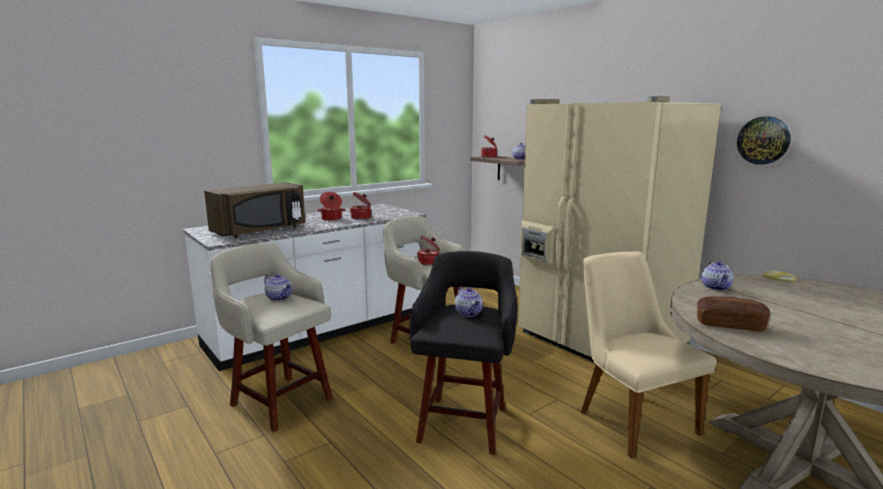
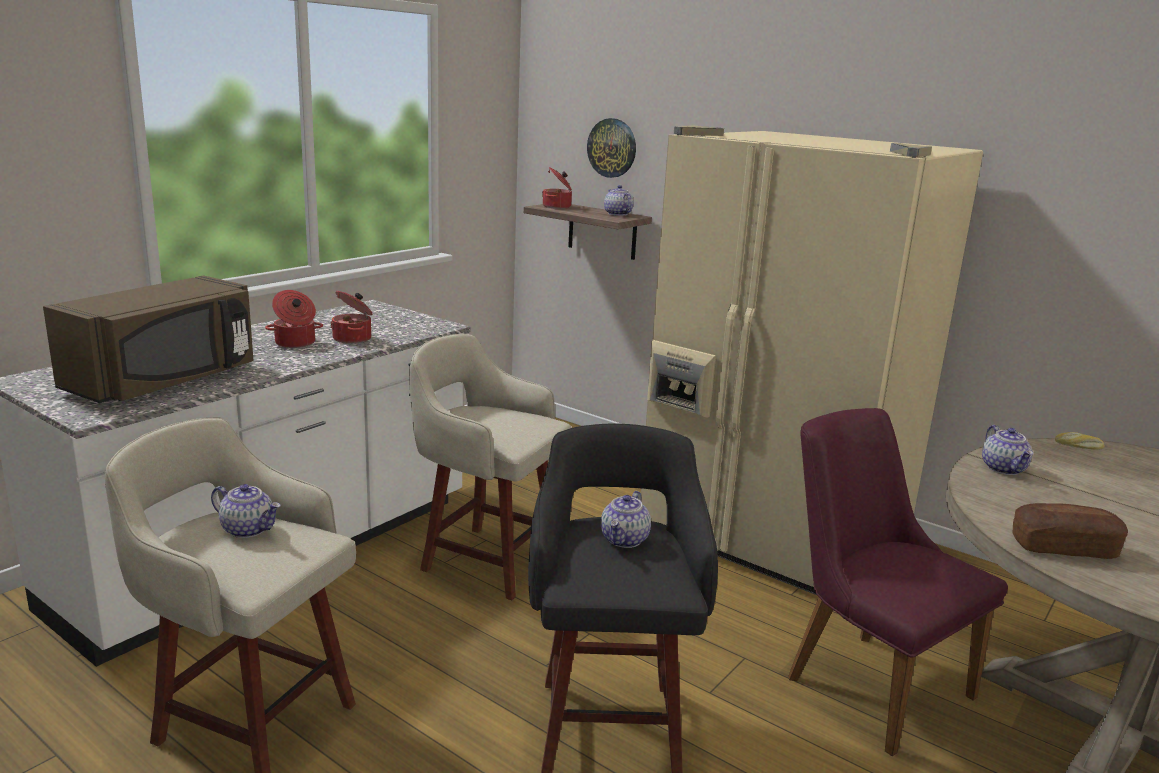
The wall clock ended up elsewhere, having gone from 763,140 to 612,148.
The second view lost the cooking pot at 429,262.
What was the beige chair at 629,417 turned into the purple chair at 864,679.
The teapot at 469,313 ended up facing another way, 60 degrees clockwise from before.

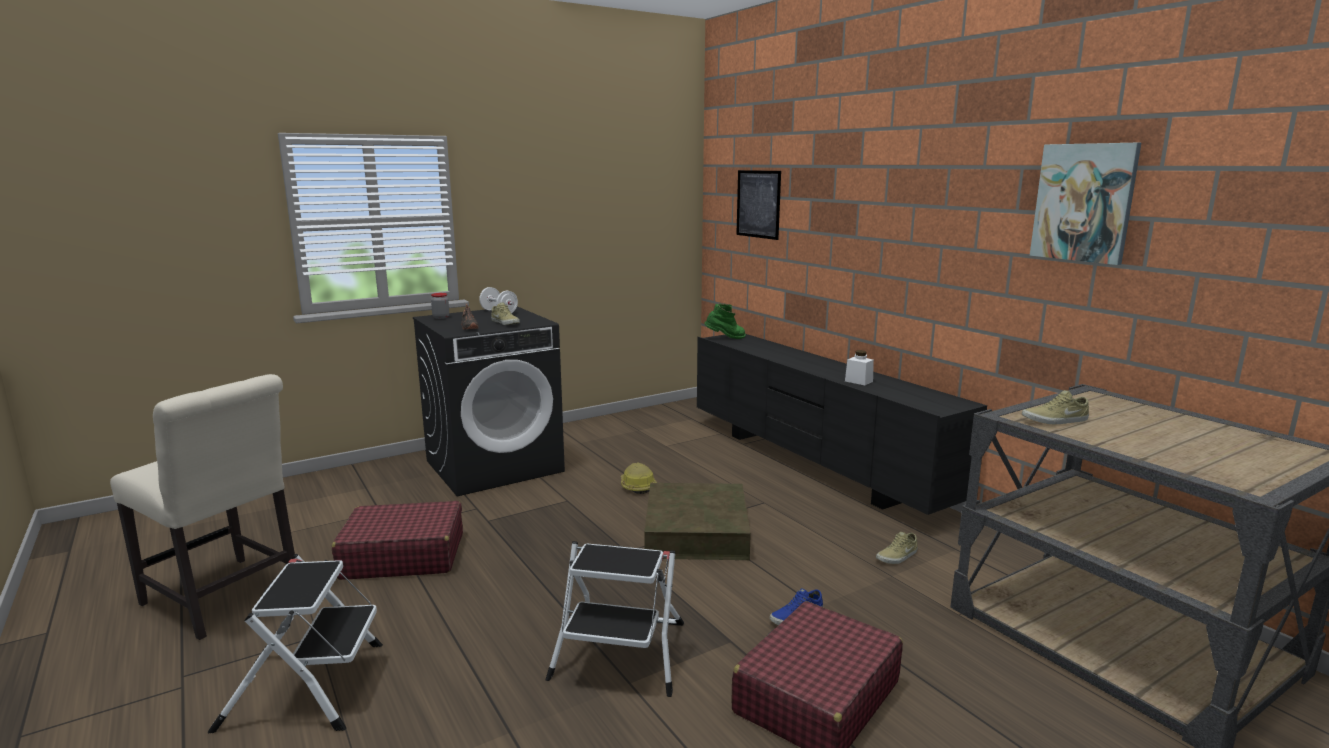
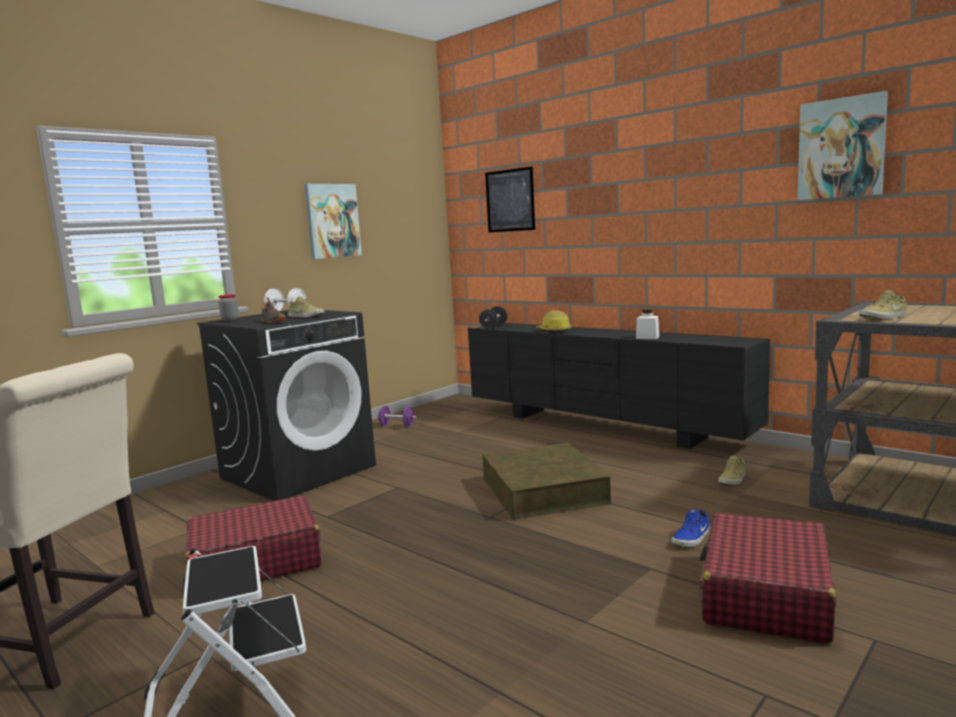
Where the green boot stood at 725,338, the black dumbbell came to stand at 493,327.
The hard hat ended up elsewhere, having gone from 637,486 to 554,331.
The second view lost the step ladder at 621,652.
The second view gained the picture at 332,221.
The second view gained the purple dumbbell at 397,426.

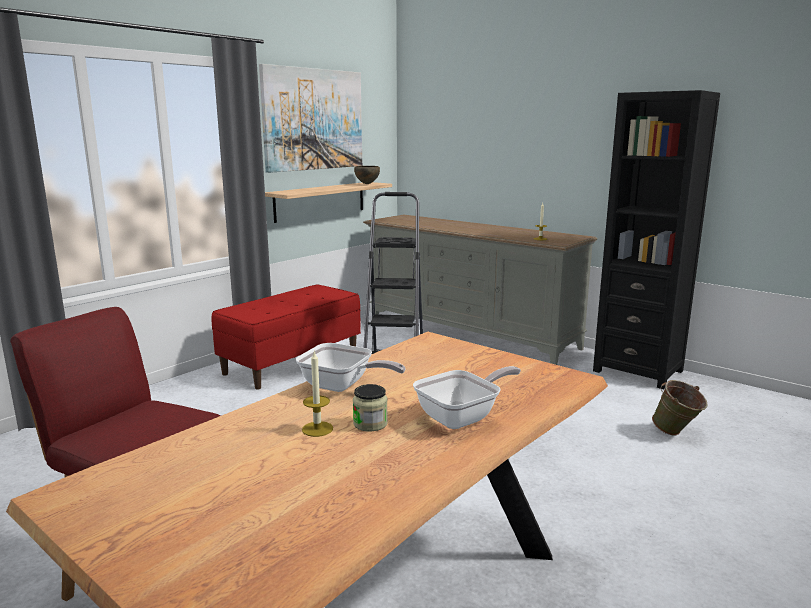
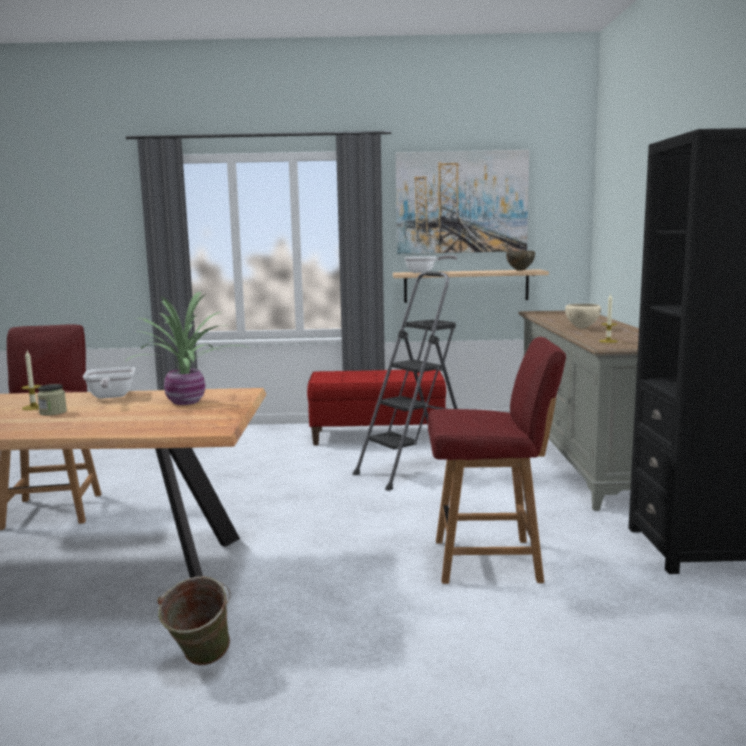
The frying pan ended up elsewhere, having gone from 463,417 to 424,272.
The green bucket ended up elsewhere, having gone from 676,433 to 199,663.
The second view gained the potted plant at 188,402.
The second view gained the beige bowl at 581,328.
The second view gained the red chair at 490,560.

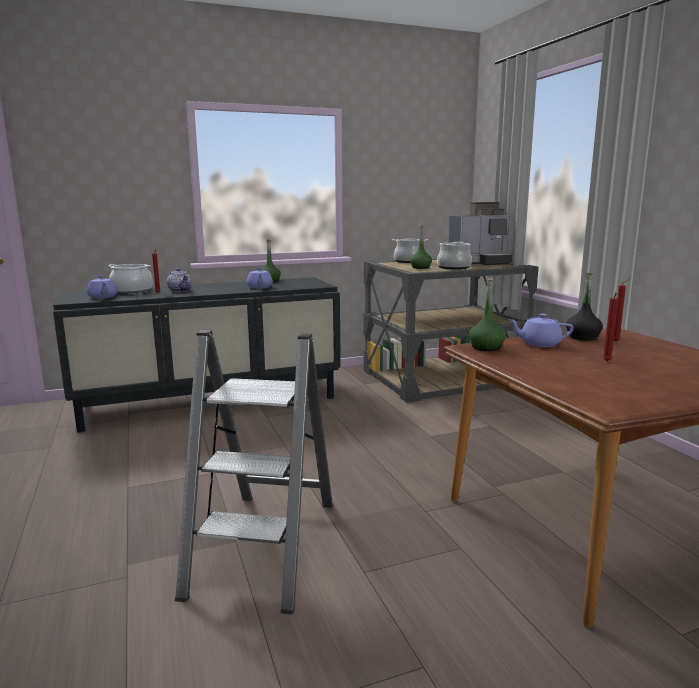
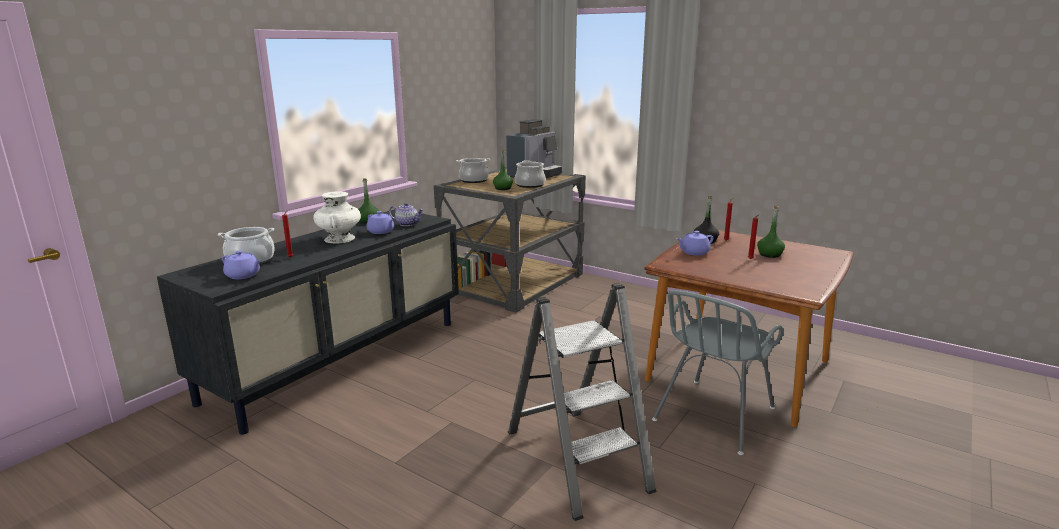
The teapot ended up elsewhere, having gone from 180,291 to 407,224.
The green bottle ended up elsewhere, having gone from 486,347 to 769,254.
The second view gained the white vase at 339,239.
The second view gained the grey chair at 713,416.

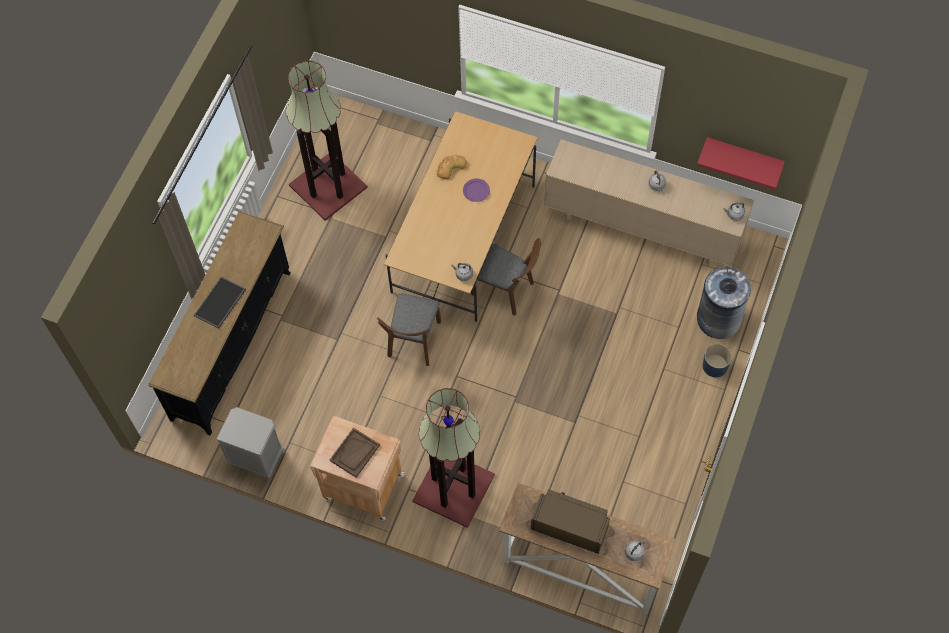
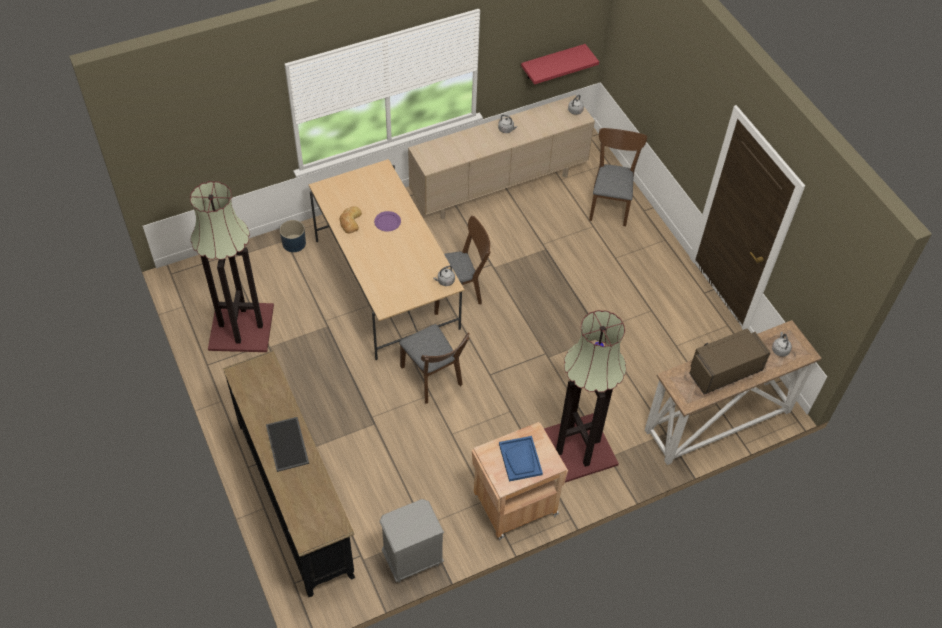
Where the grey trash can stood at 718,319, the brown chair came to stand at 610,203.
The blue planter ended up elsewhere, having gone from 715,366 to 294,243.
What was the brown tray at 355,453 turned into the blue tray at 520,459.

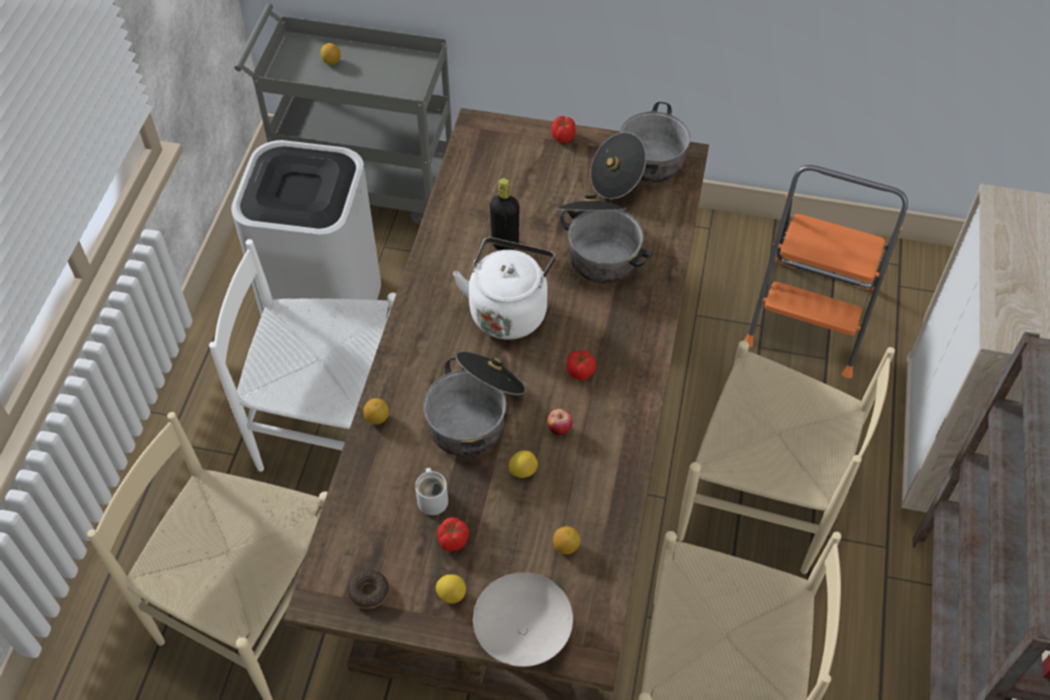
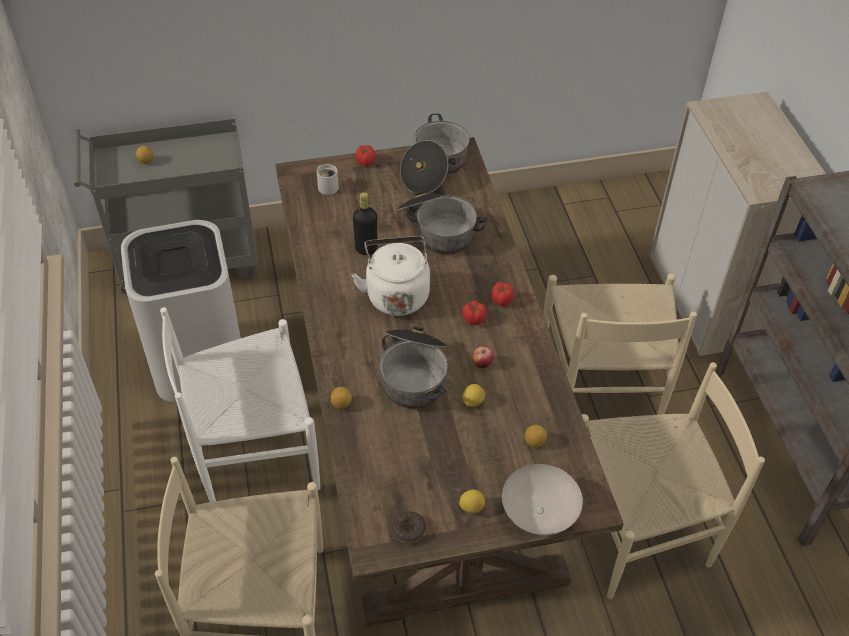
The second view lost the orange step ladder at 814,312.
The beige chair at 762,500 ended up facing another way, 90 degrees clockwise from before.
The white mug ended up elsewhere, having gone from 433,498 to 327,186.
The tomato ended up elsewhere, having gone from 452,541 to 502,300.

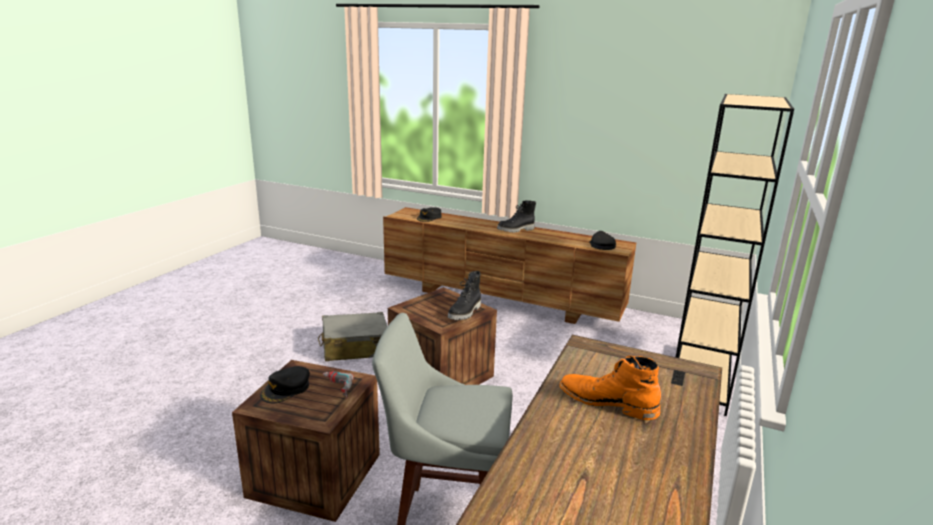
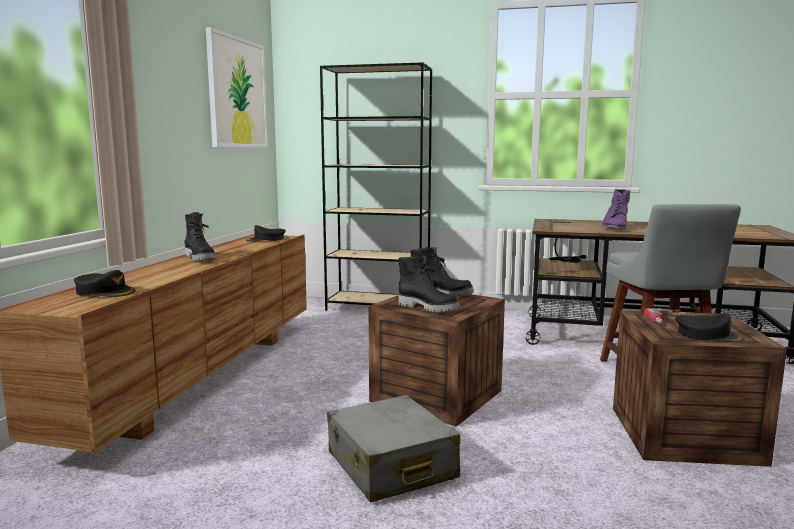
What was the orange boot at 607,401 turned into the purple boot at 615,227.
The second view gained the picture at 237,93.
The second view gained the black boot at 429,308.

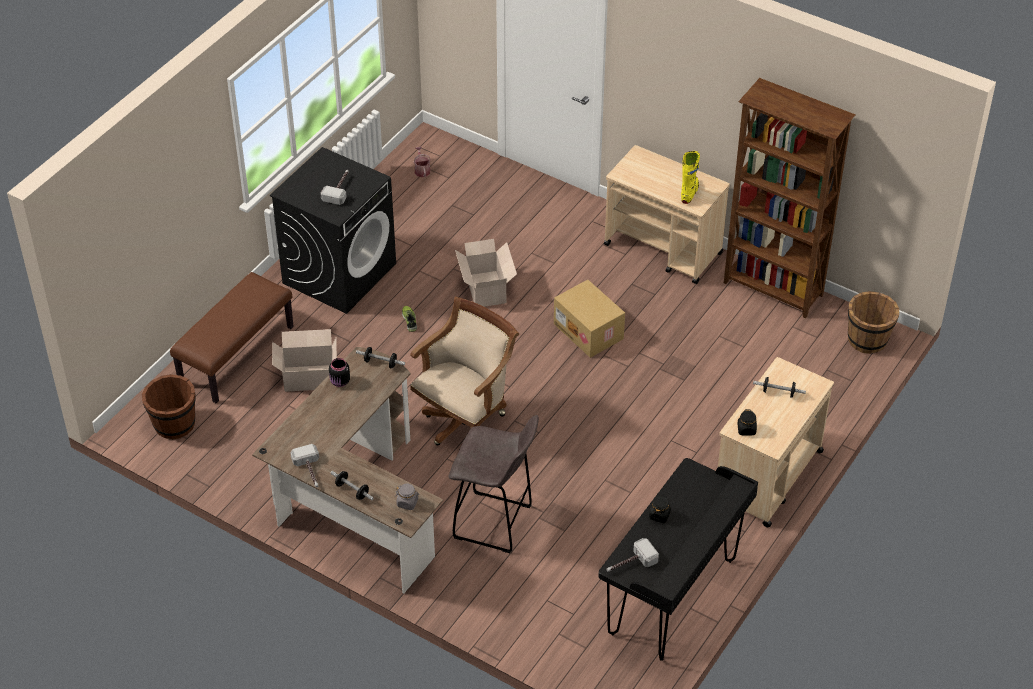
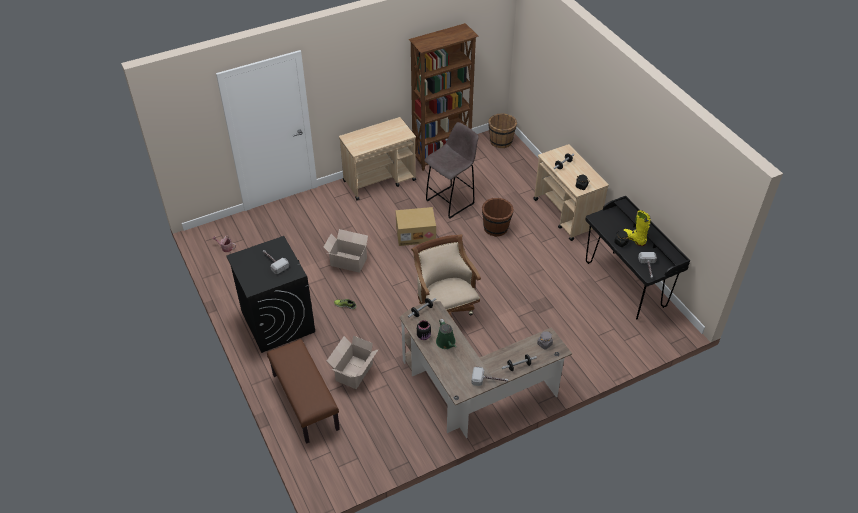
The yellow boot ended up elsewhere, having gone from 689,193 to 634,239.
The brown bucket ended up elsewhere, having gone from 174,424 to 496,228.
The grey stool ended up elsewhere, having gone from 495,523 to 451,201.
The second view gained the green watering can at 446,343.

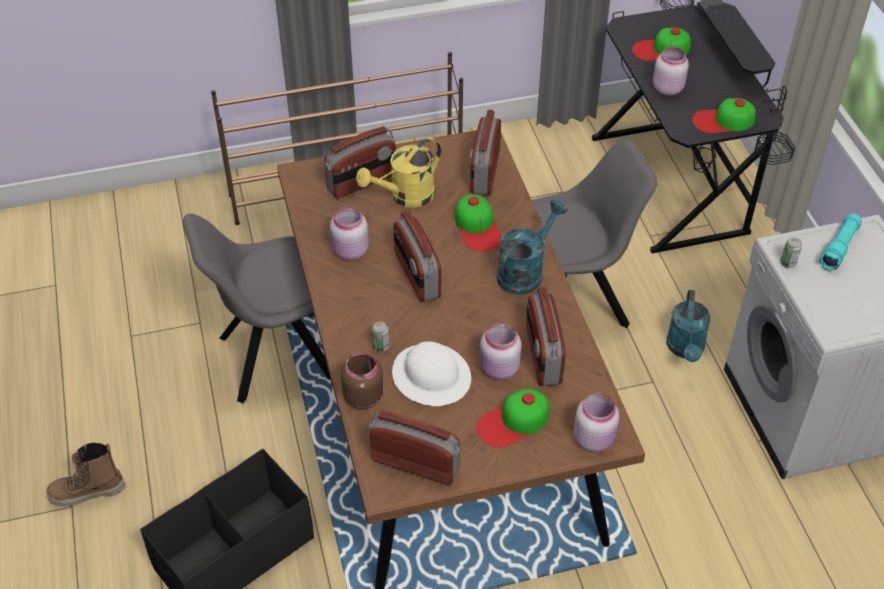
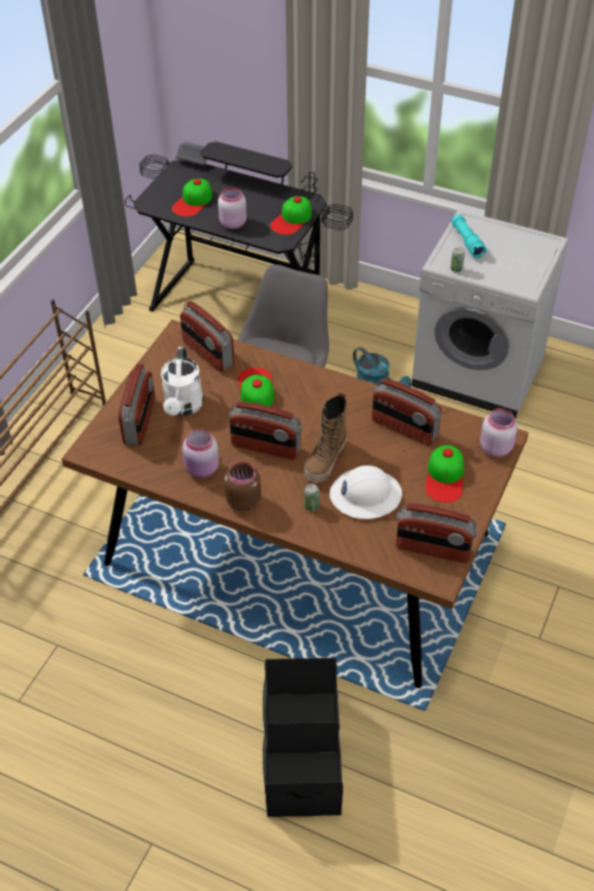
What was the yellow watering can at 405,197 turned into the white watering can at 183,407.
The cap at 477,227 ended up facing another way, 120 degrees counterclockwise from before.
The second view lost the turquoise watering can at 525,271.
The second view lost the grey chair at 276,357.
The second view lost the pink jar at 498,369.
The brown jar ended up elsewhere, having gone from 364,397 to 243,501.
The radio at 415,464 ended up facing another way, 135 degrees counterclockwise from before.
The boot ended up elsewhere, having gone from 87,493 to 326,461.

